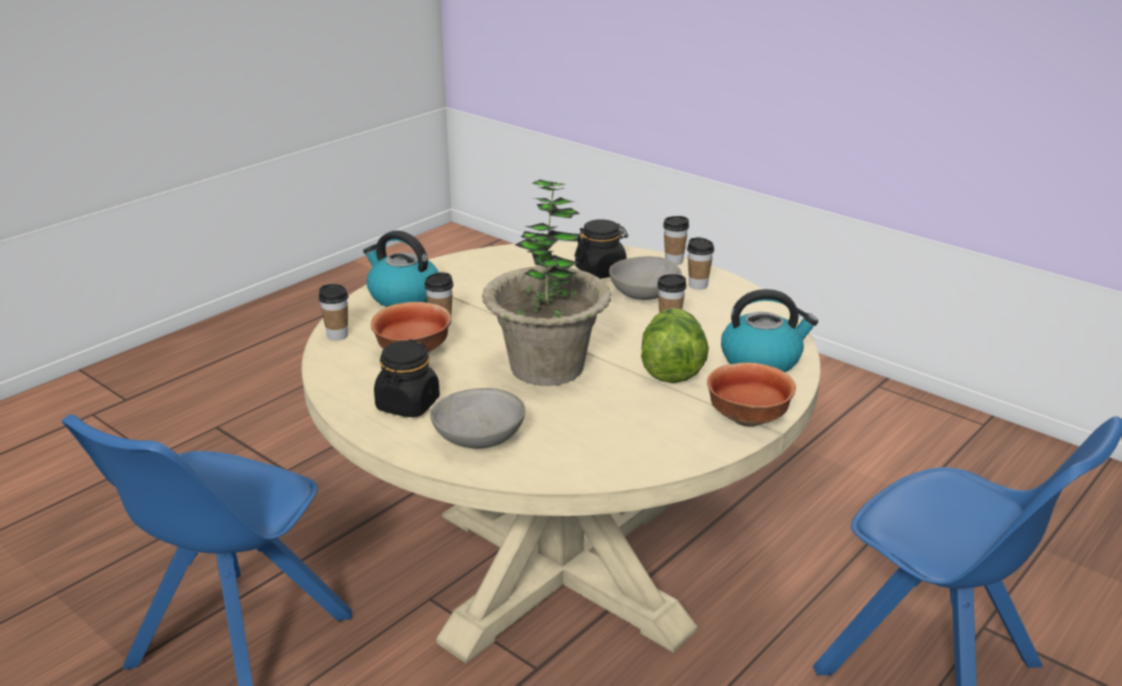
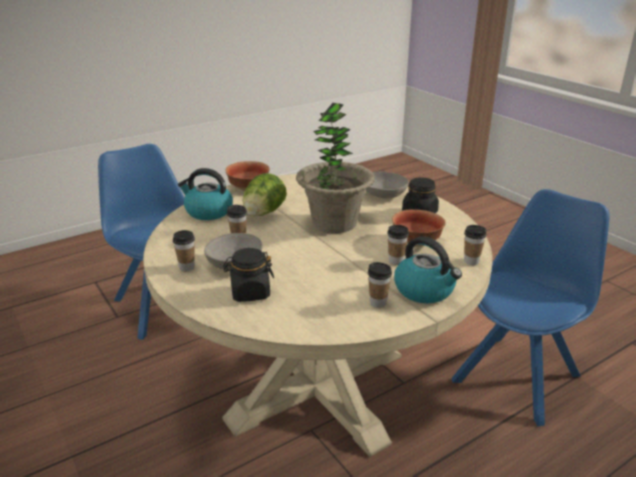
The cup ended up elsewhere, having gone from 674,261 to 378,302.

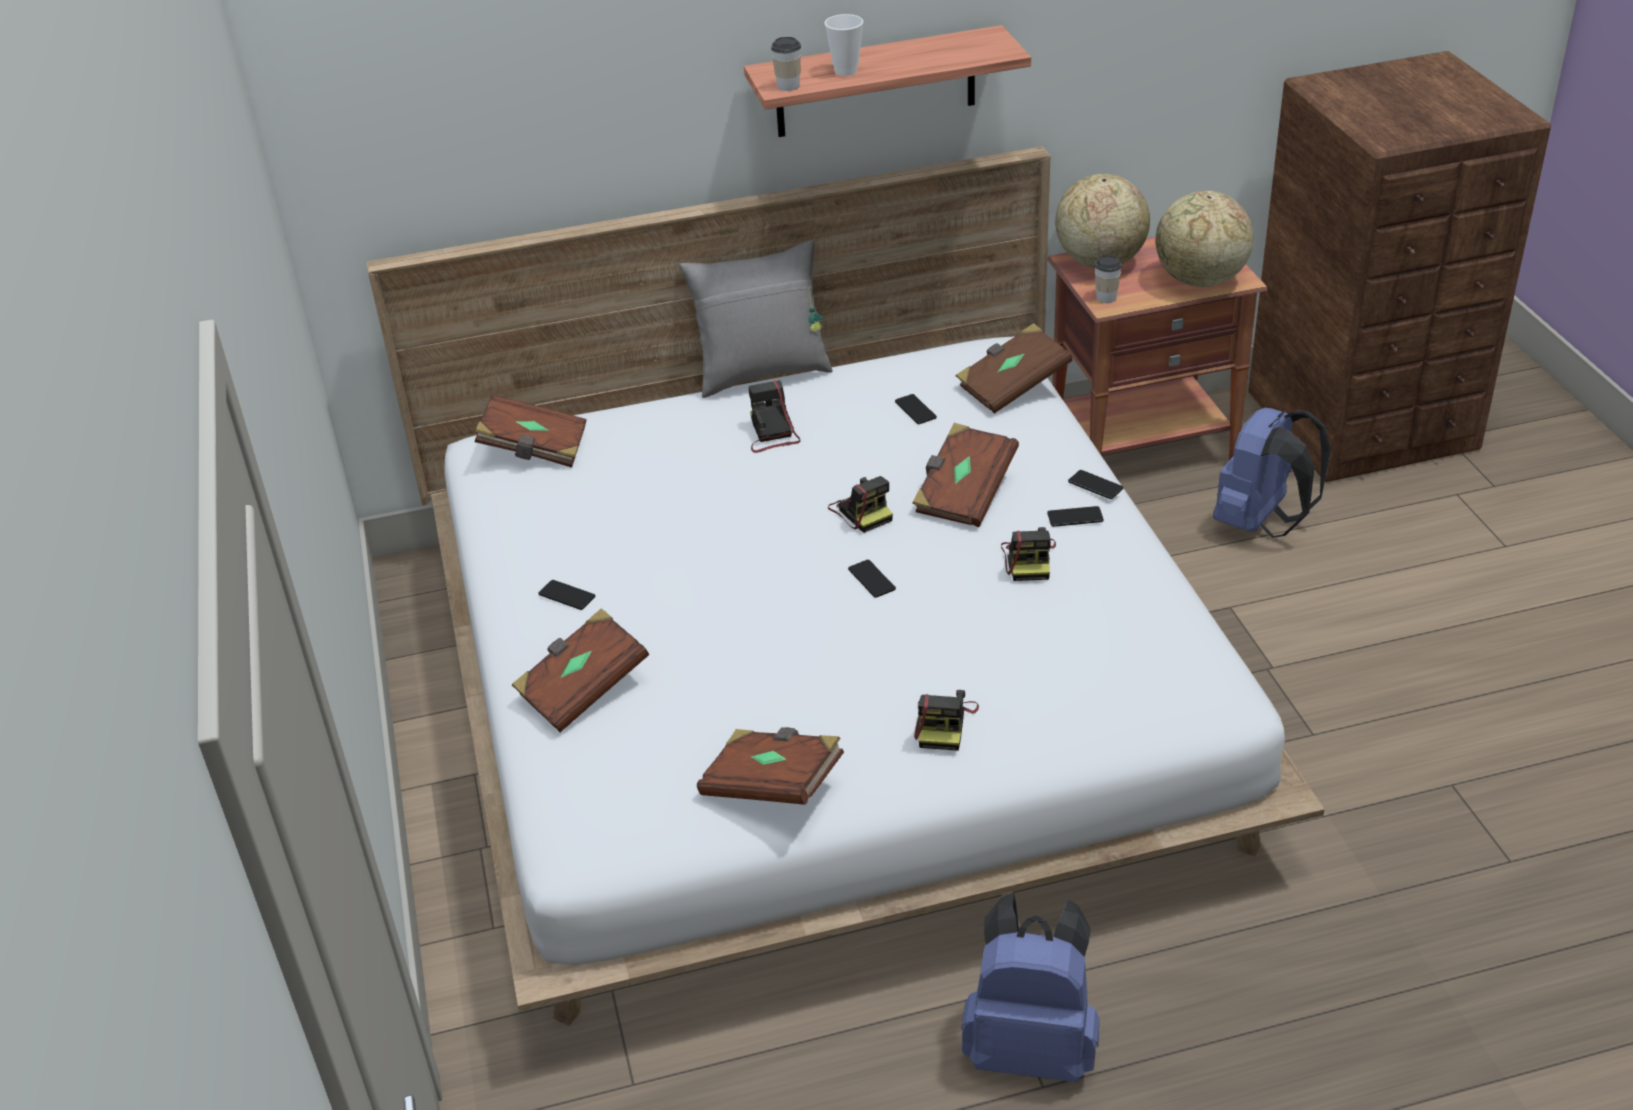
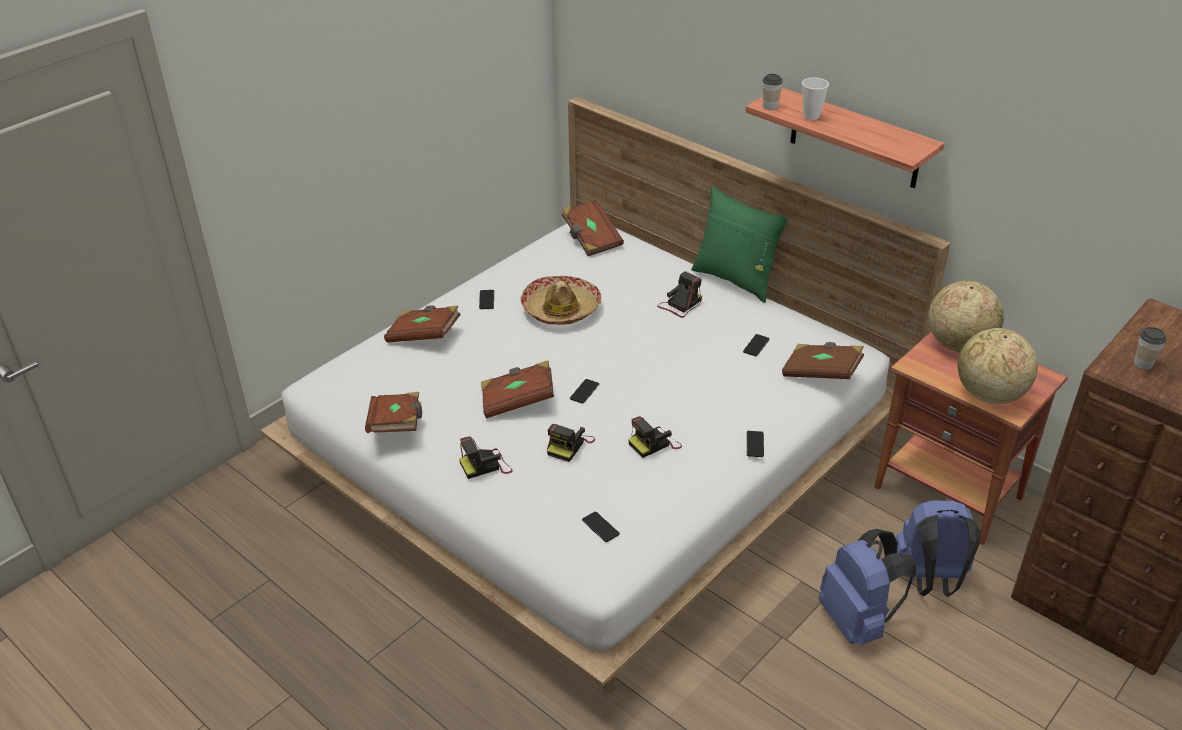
What was the grey pillow at 762,375 turned into the green pillow at 735,280.
The cup ended up elsewhere, having gone from 1106,297 to 1143,364.
The brown book ended up elsewhere, having gone from 963,493 to 518,401.
The photo camera ended up elsewhere, having gone from 861,511 to 569,445.
The phone ended up elsewhere, having gone from 1075,517 to 600,527.
The blue backpack ended up elsewhere, having gone from 1031,1047 to 858,621.
The second view gained the hat at 561,309.

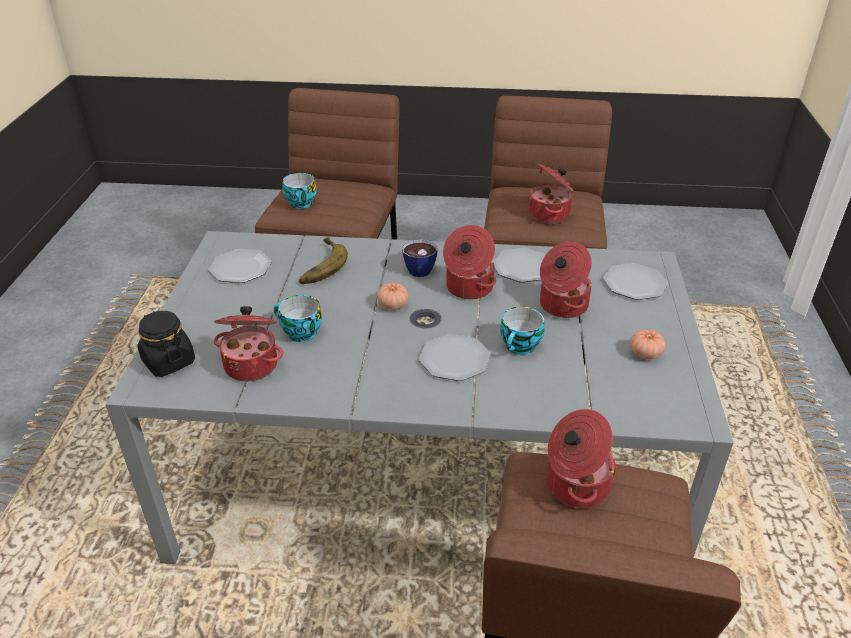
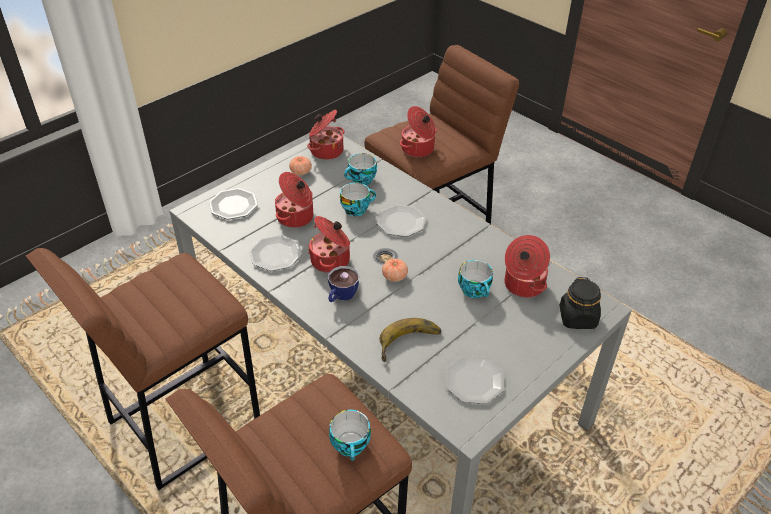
The cooking pot ended up elsewhere, having gone from 550,214 to 326,150.
The second view gained the cup at 361,180.

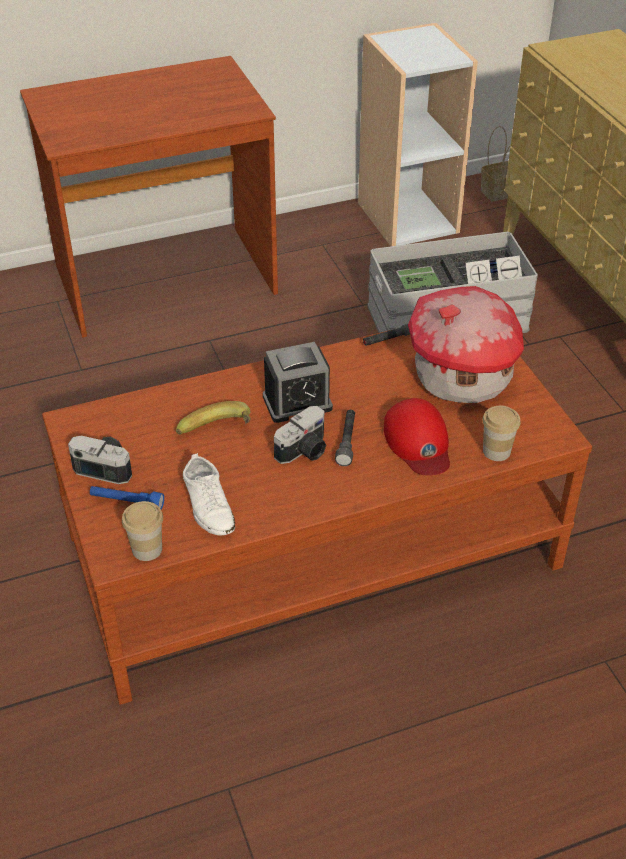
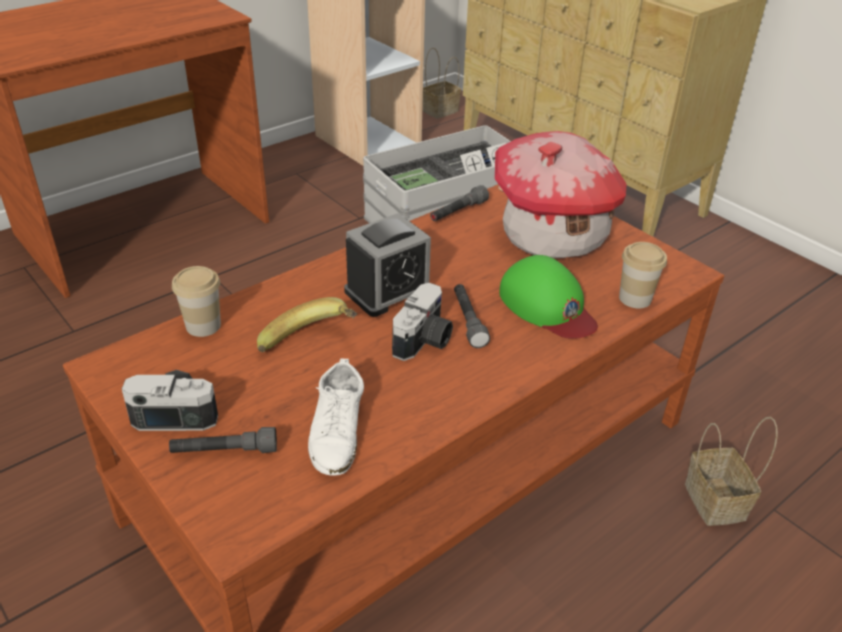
What was the red cap at 418,442 turned into the green cap at 547,306.
The white shoe at 208,505 ended up facing another way, 45 degrees clockwise from before.
What was the blue flashlight at 127,502 turned into the grey flashlight at 224,451.
The cup ended up elsewhere, having gone from 147,549 to 203,326.
The second view gained the basket at 717,502.

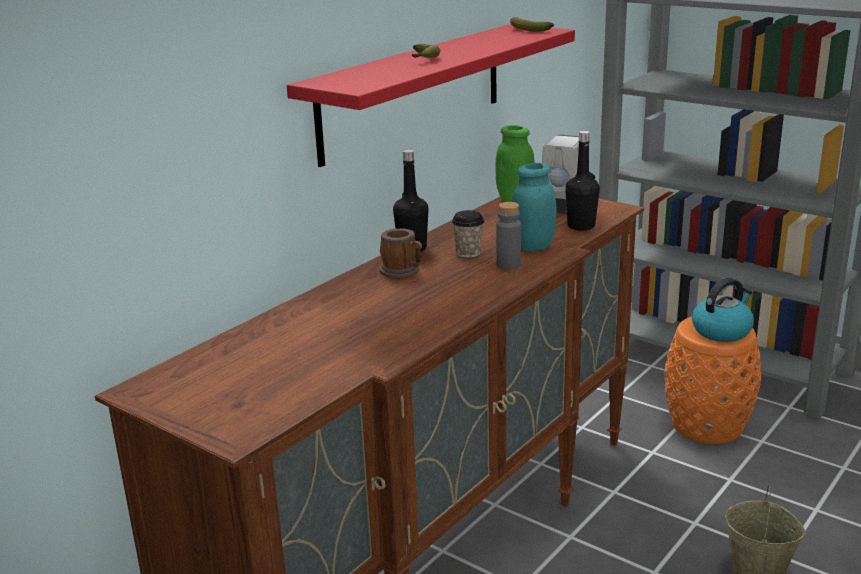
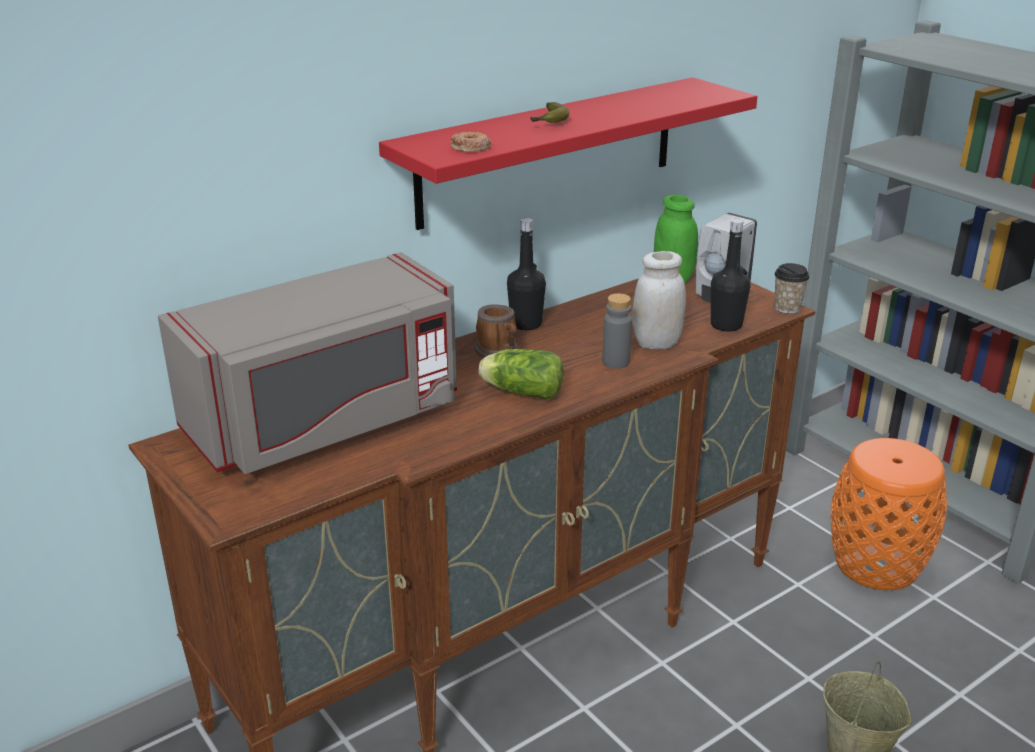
The second view lost the banana at 527,29.
What was the turquoise jar at 533,246 turned into the white jar at 656,343.
The cup ended up elsewhere, having gone from 468,253 to 787,308.
The second view lost the kettle at 722,331.
The second view gained the donut at 470,147.
The second view gained the grey microwave at 326,421.
The second view gained the lettuce at 520,392.

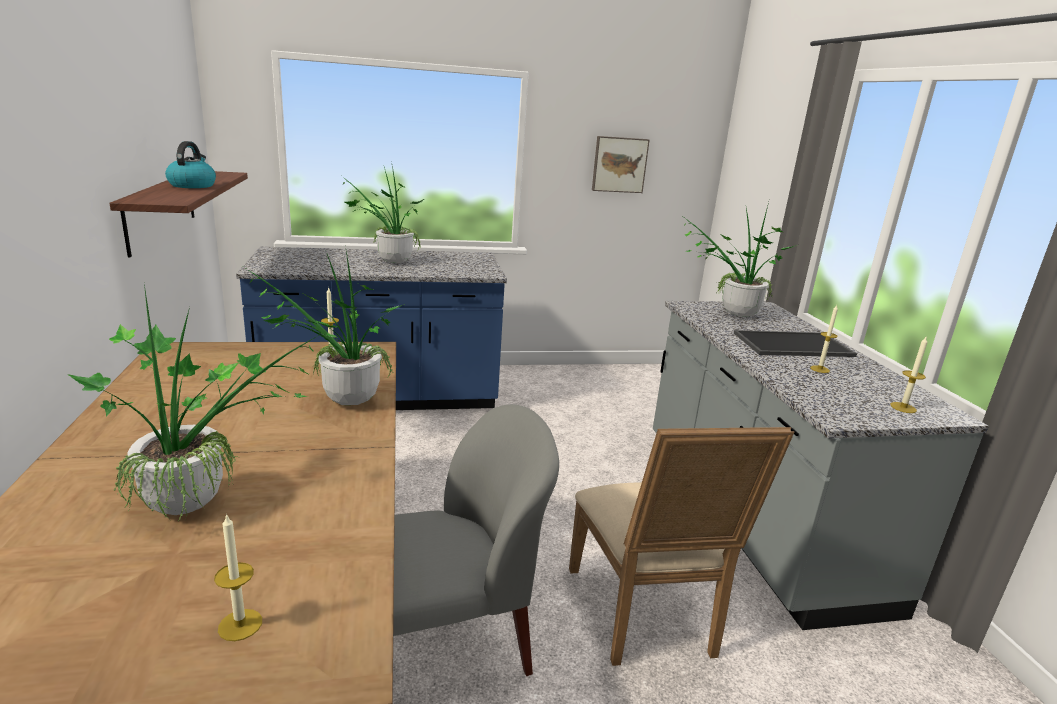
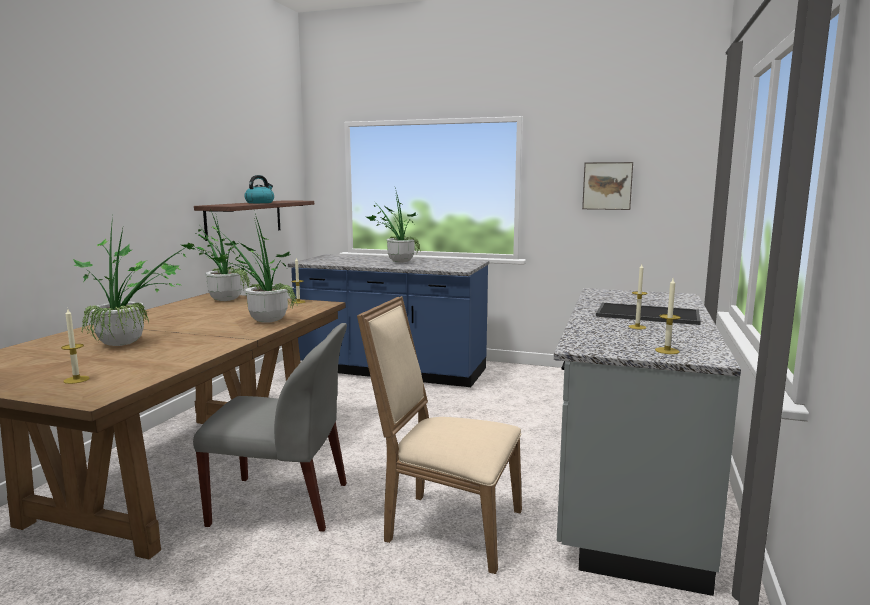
The potted plant ended up elsewhere, having gone from 730,314 to 221,299.
The beige chair at 646,617 ended up facing another way, 90 degrees clockwise from before.

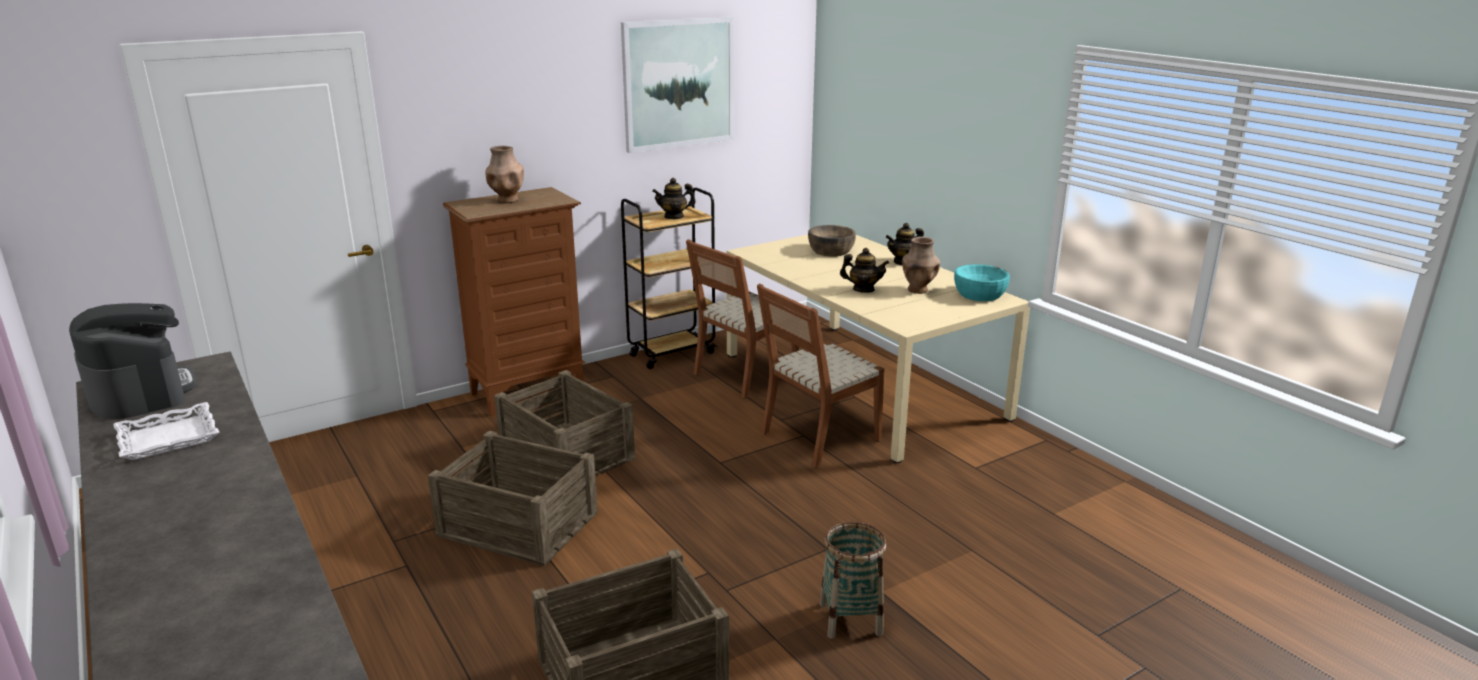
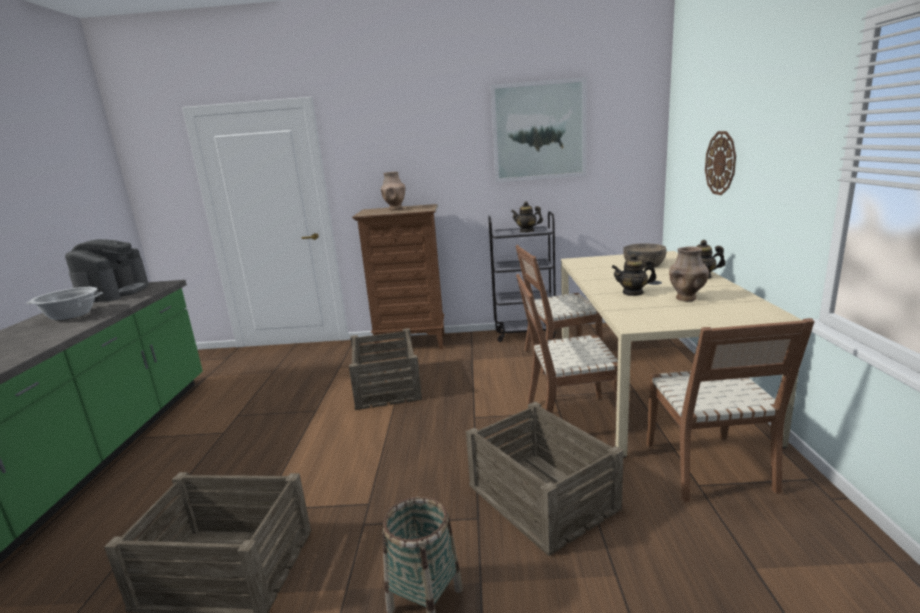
What was the brown cart at 672,353 turned into the grey cart at 525,334.
The teapot at 863,289 ended up facing another way, 135 degrees clockwise from before.
The second view lost the turquoise bowl at 979,294.
Where the white tray stood at 168,438, the cooking pot came to stand at 70,315.
The crate ended up elsewhere, having gone from 518,523 to 542,496.
The second view gained the wall clock at 721,163.
The second view gained the chair at 709,471.

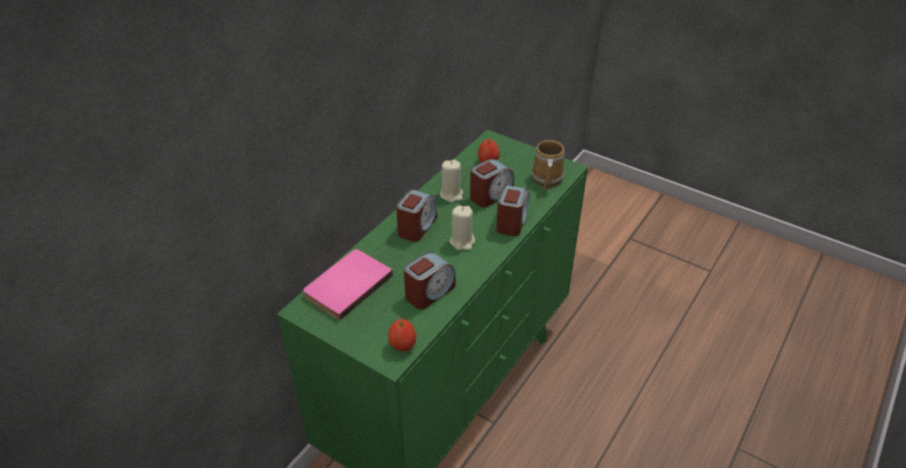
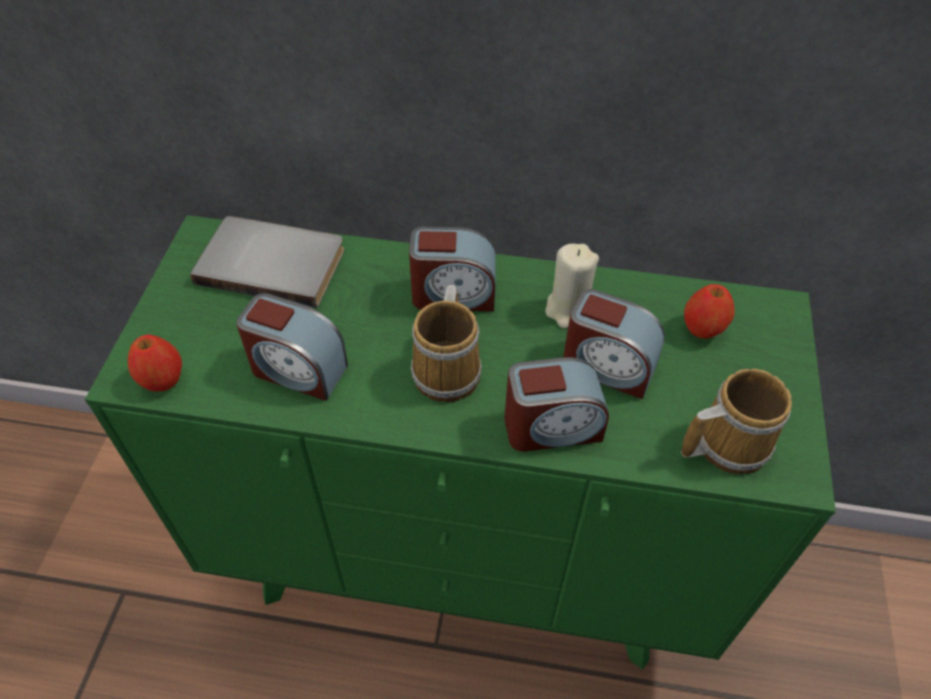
Where the beige candle stood at 462,241, the mug came to stand at 449,370.
What was the pink book at 346,285 turned into the grey book at 273,262.

